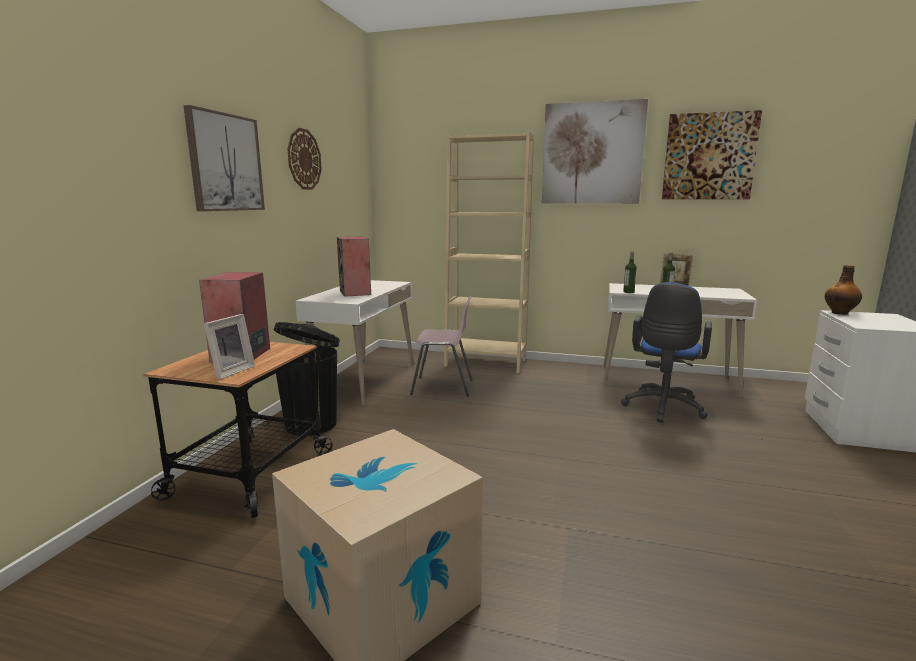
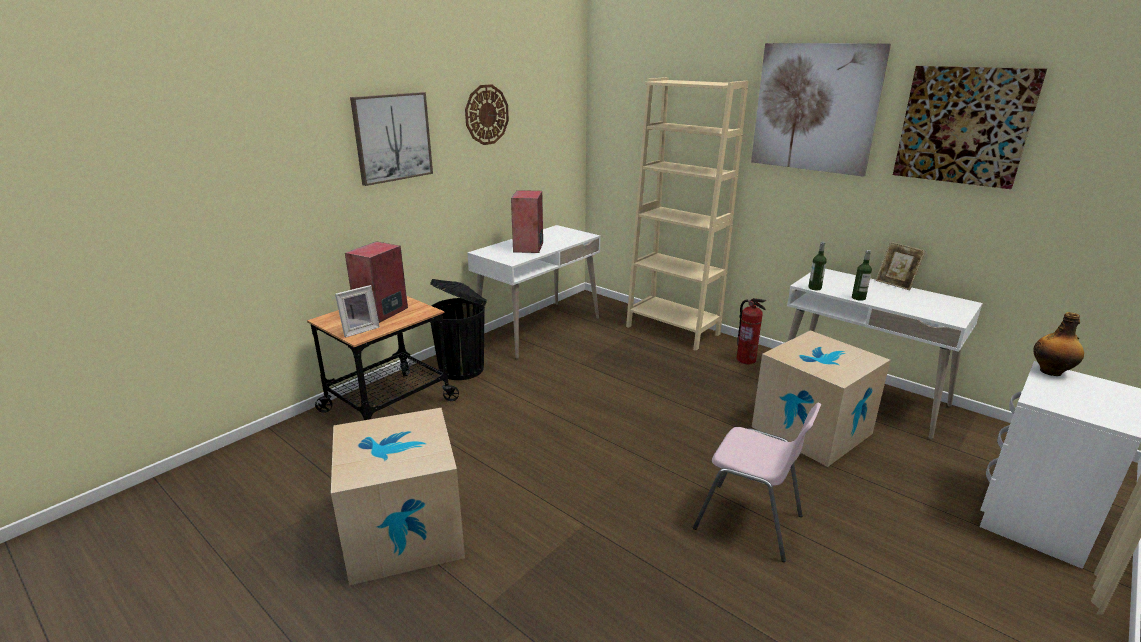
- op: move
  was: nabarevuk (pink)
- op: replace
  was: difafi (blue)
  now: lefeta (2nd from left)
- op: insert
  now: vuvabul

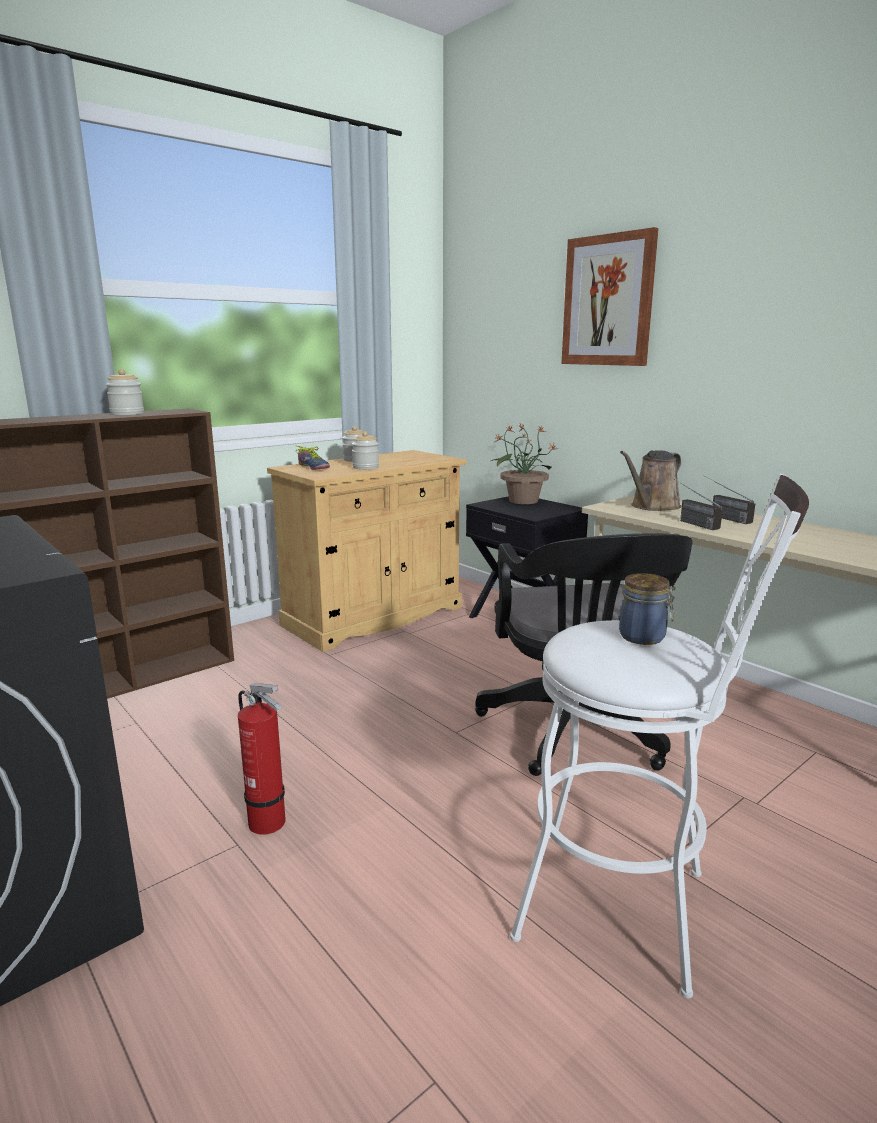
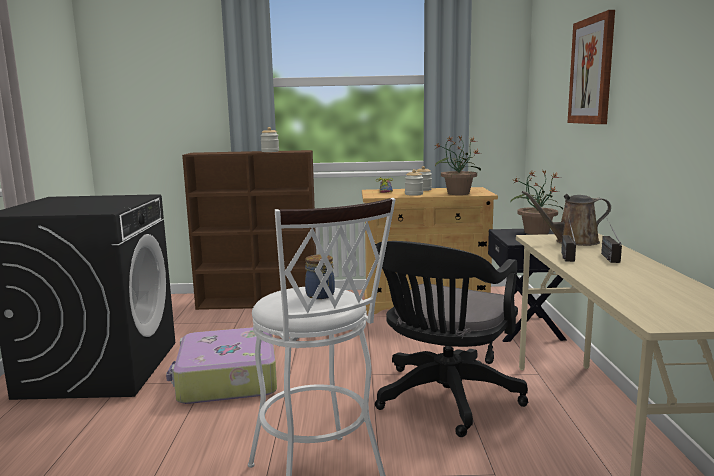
- op: replace
  was: vuvabul
  now: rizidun
- op: insert
  now: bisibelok (1st from left)

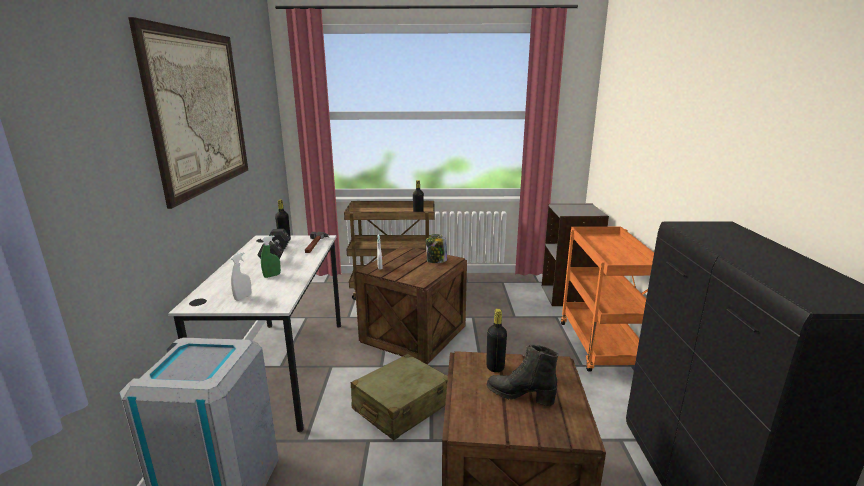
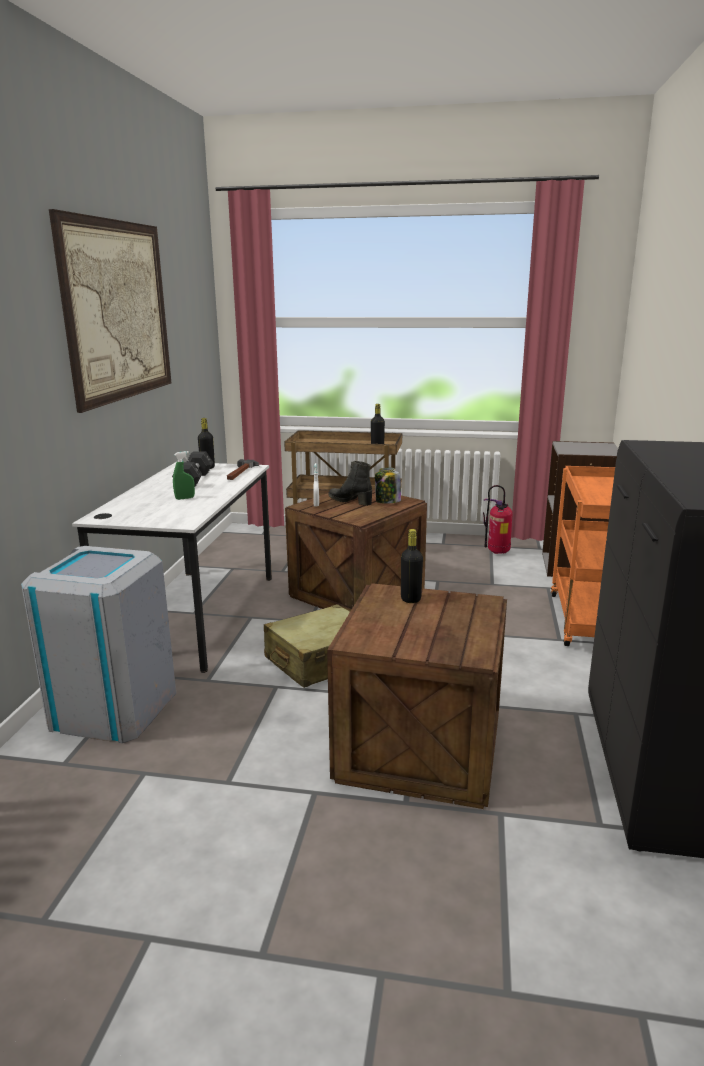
- op: delete
  was: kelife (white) (1st from left)
- op: move
  was: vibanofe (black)
- op: insert
  now: vuvabul

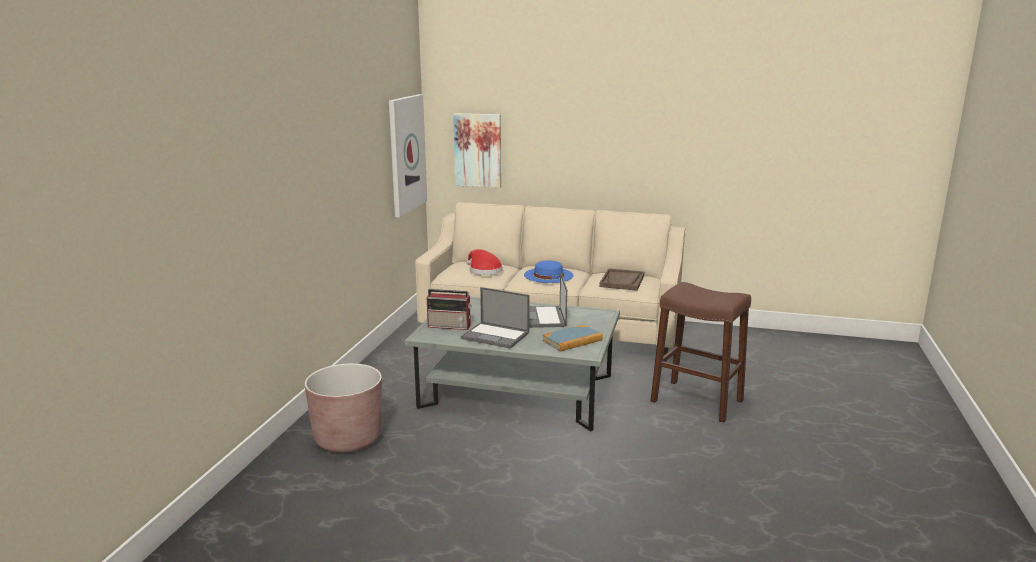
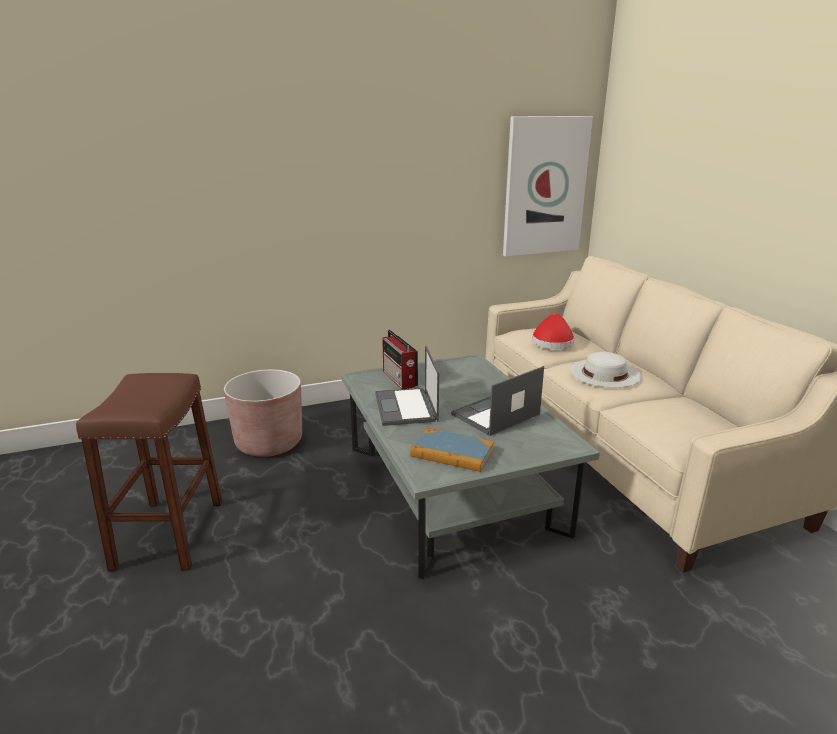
- op: delete
  was: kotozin (2nd from left)
- op: recolor
  was: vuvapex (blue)
  now: vuvapex (white)
- op: delete
  was: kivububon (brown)
- op: move
  was: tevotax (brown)

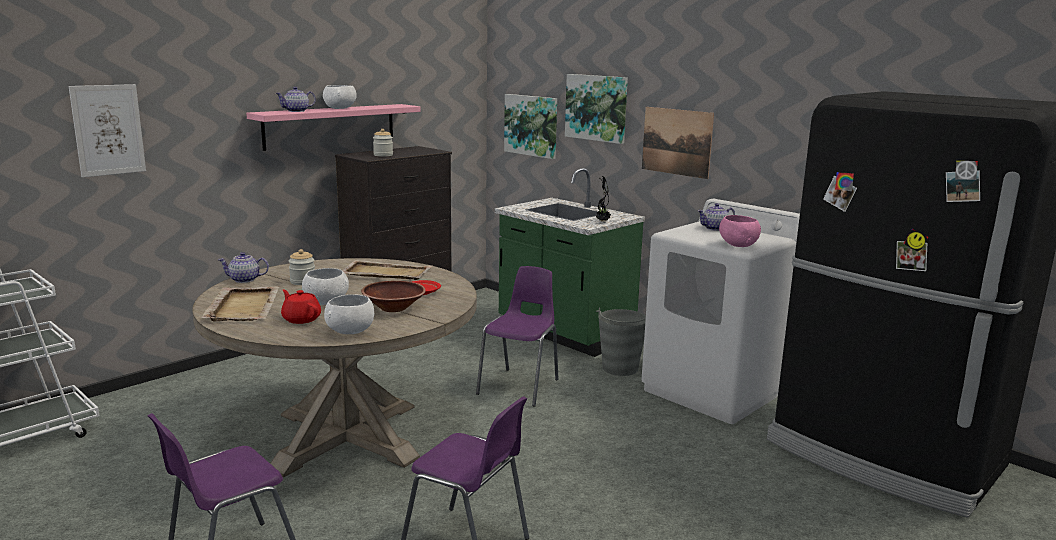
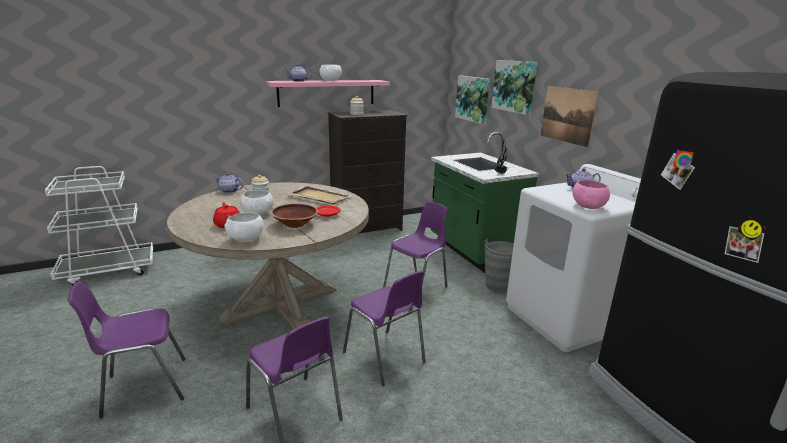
- op: delete
  was: kotozin (1st from left)
- op: delete
  was: kivububon (beige) (1st from left)
- op: insert
  now: nabarevuk (purple) (3rd from left)

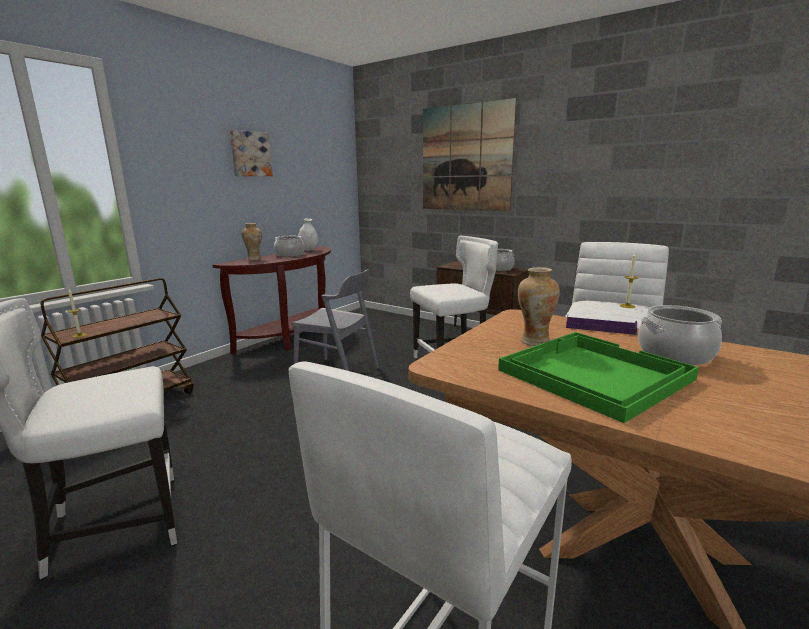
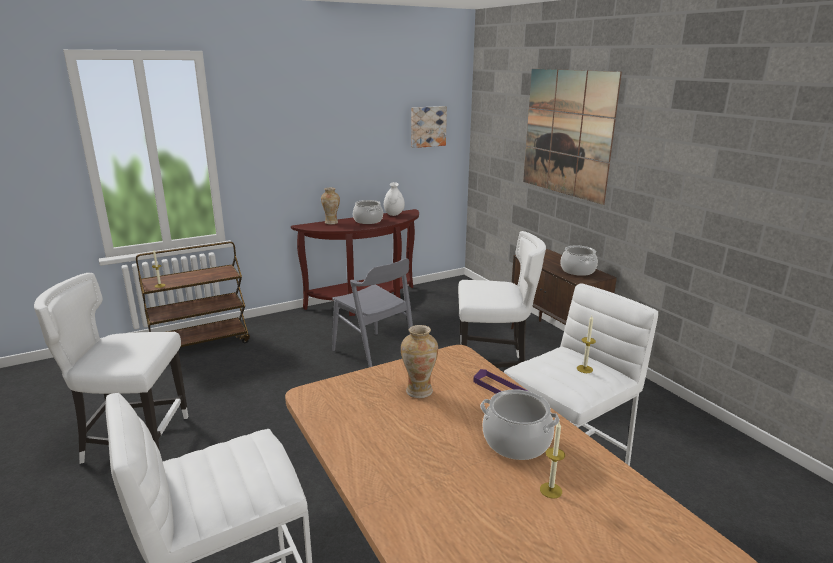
- op: move
  was: kotozin (1st from left)
- op: delete
  was: kivububon (green)
- op: insert
  now: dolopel (2nd from left)

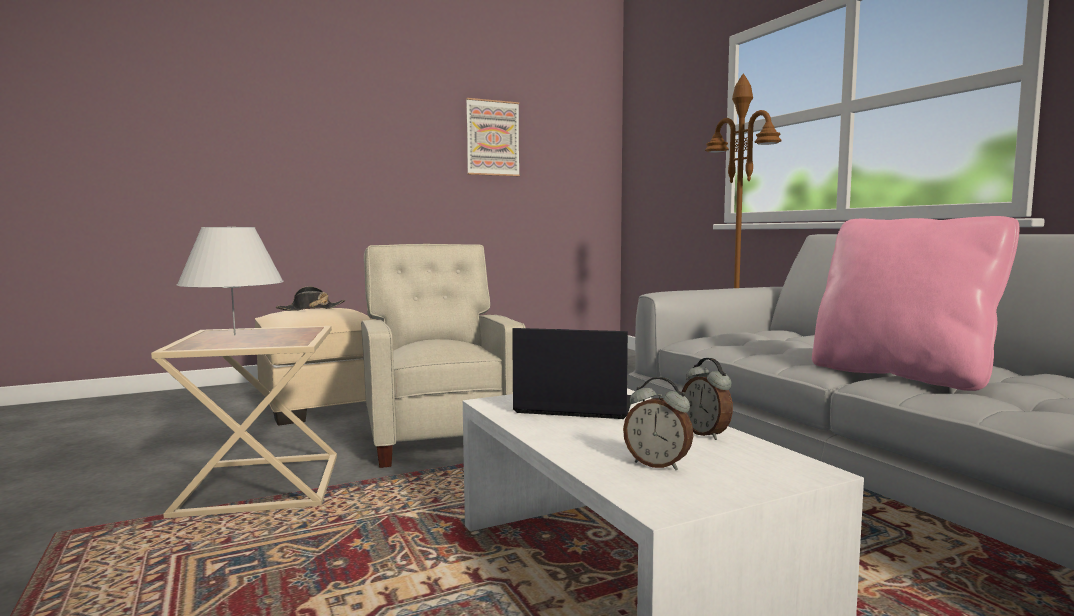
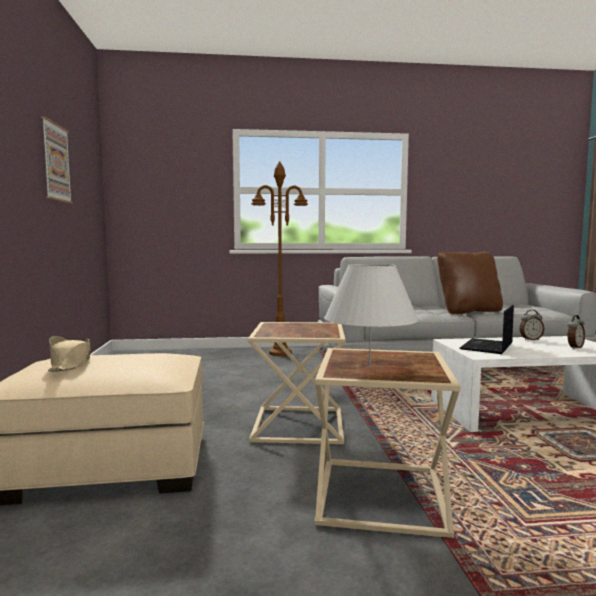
- op: recolor
  was: vuvapex (black)
  now: vuvapex (beige)
- op: replace
  was: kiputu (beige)
  now: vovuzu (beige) (1st from left)
- op: recolor
  was: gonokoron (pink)
  now: gonokoron (brown)

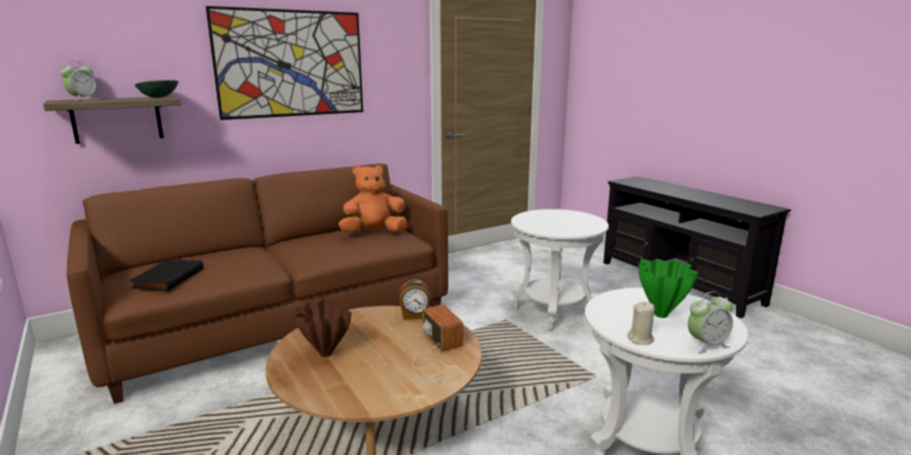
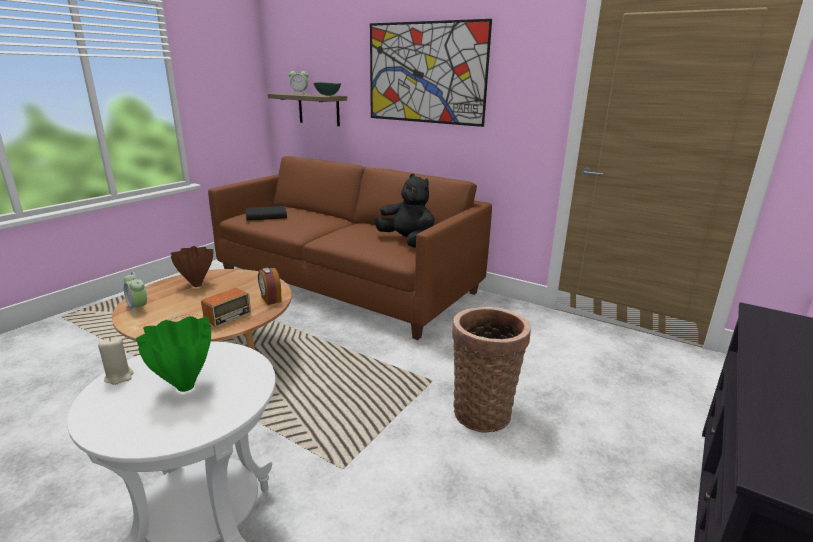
- op: recolor
  was: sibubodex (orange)
  now: sibubodex (black)
- op: replace
  was: vovuzu (white) (1st from left)
  now: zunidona
- op: move
  was: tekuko (3rd from left in the first image)
  now: tekuko (1st from left)

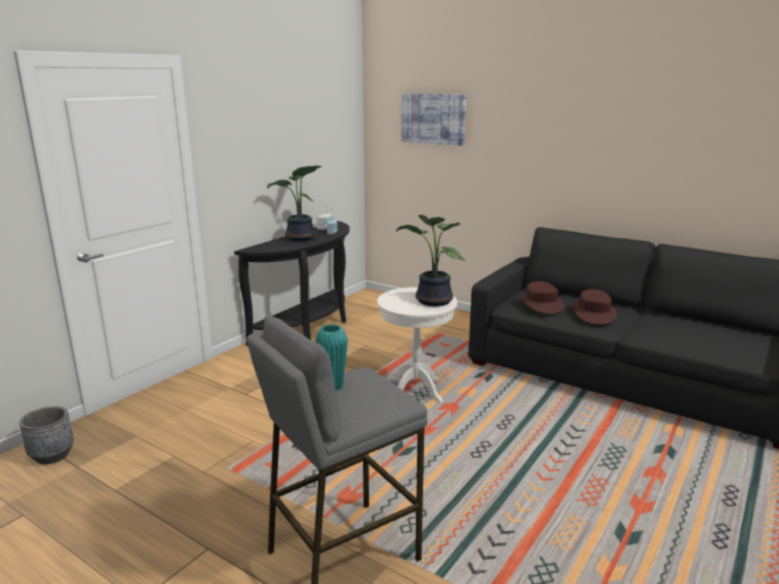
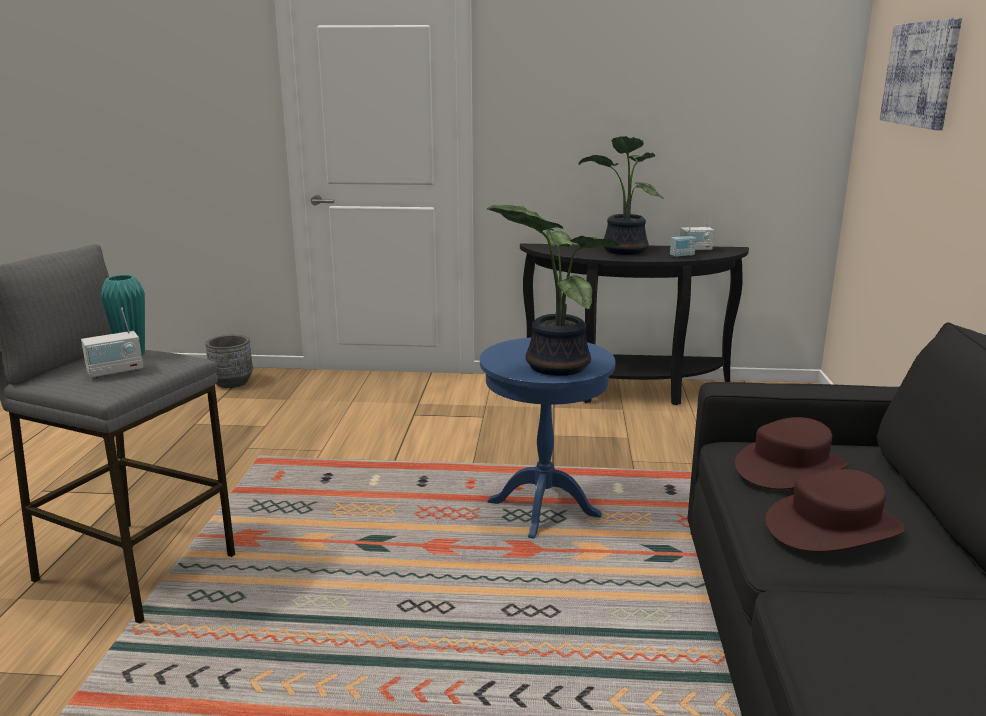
- op: recolor
  was: vovuzu (white)
  now: vovuzu (blue)
- op: insert
  now: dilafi (1st from left)

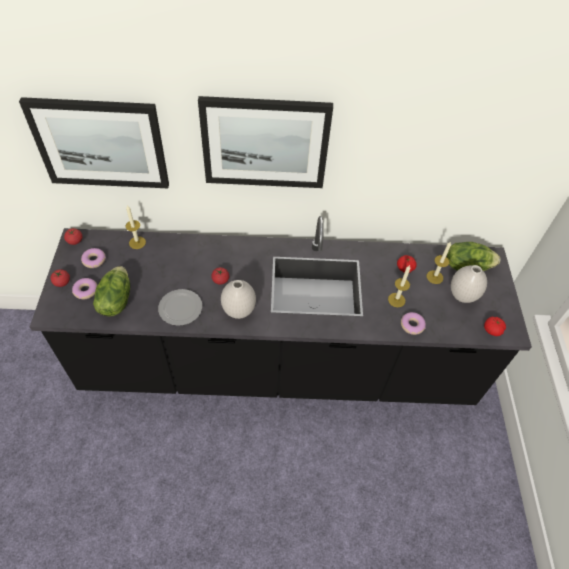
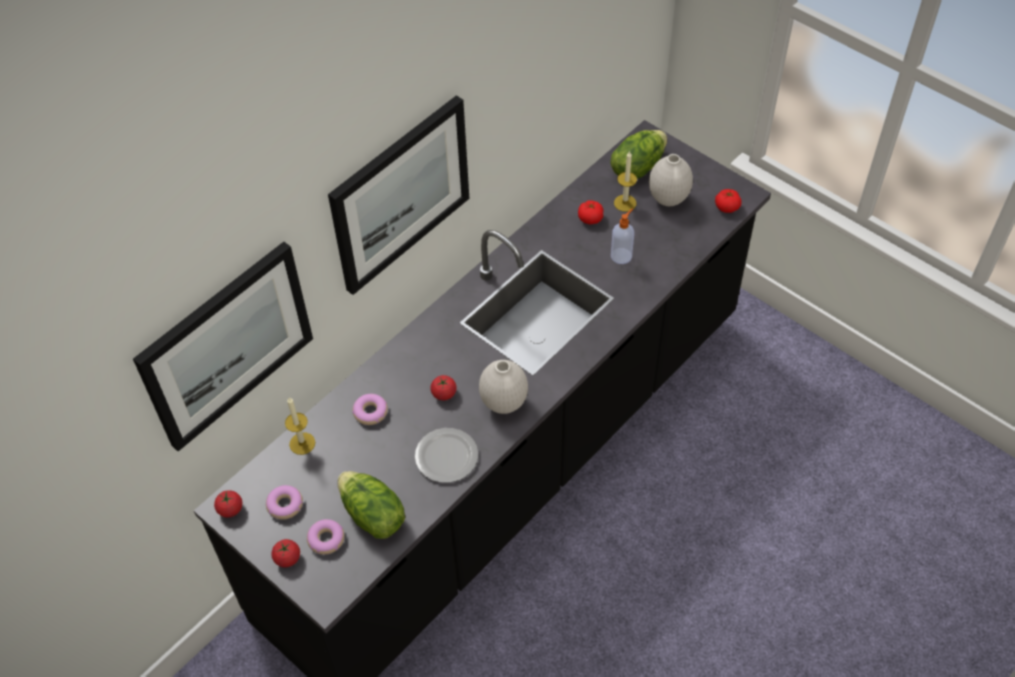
- op: replace
  was: dolopel (2nd from left)
  now: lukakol
- op: move
  was: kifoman (3rd from left)

